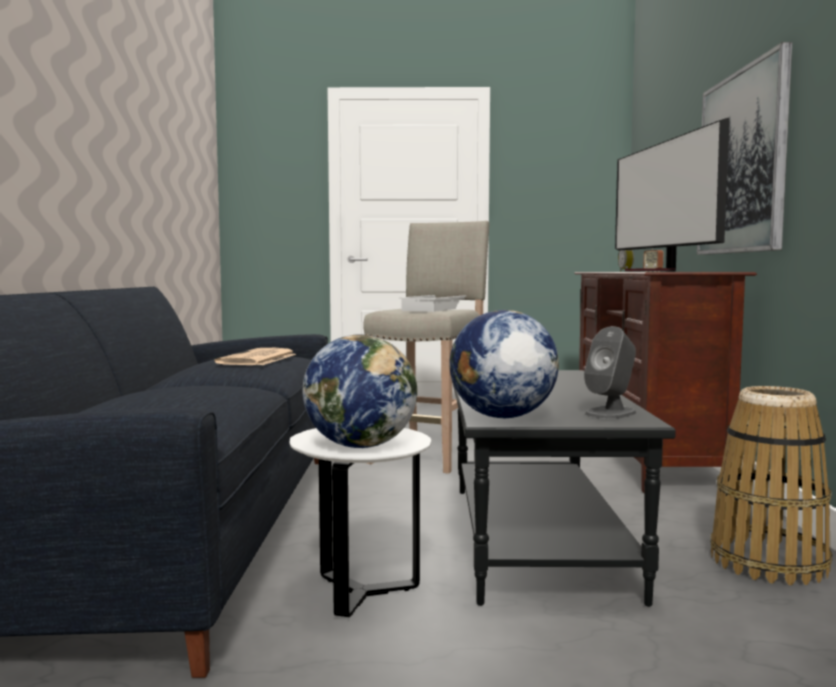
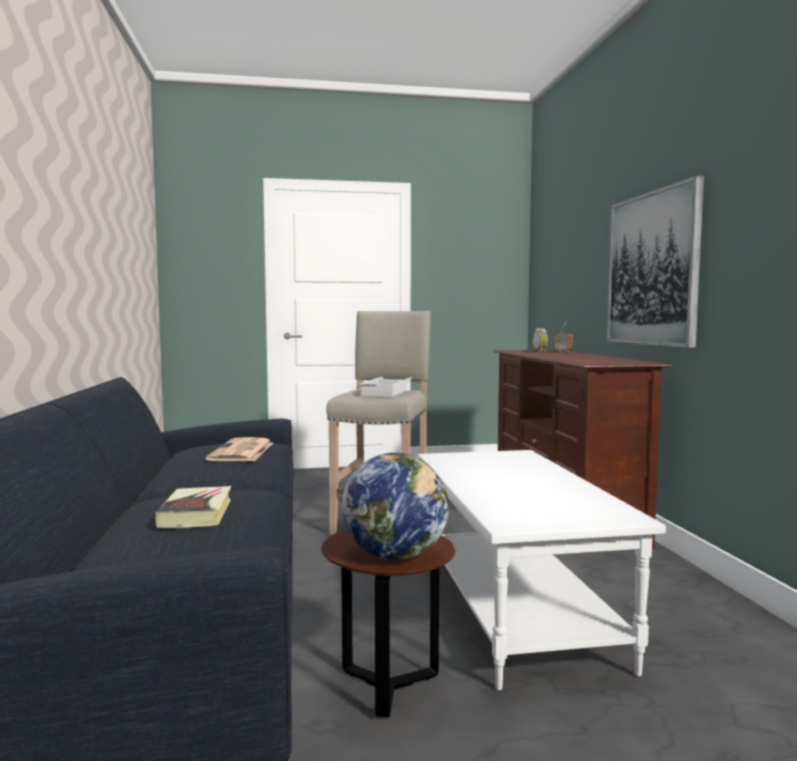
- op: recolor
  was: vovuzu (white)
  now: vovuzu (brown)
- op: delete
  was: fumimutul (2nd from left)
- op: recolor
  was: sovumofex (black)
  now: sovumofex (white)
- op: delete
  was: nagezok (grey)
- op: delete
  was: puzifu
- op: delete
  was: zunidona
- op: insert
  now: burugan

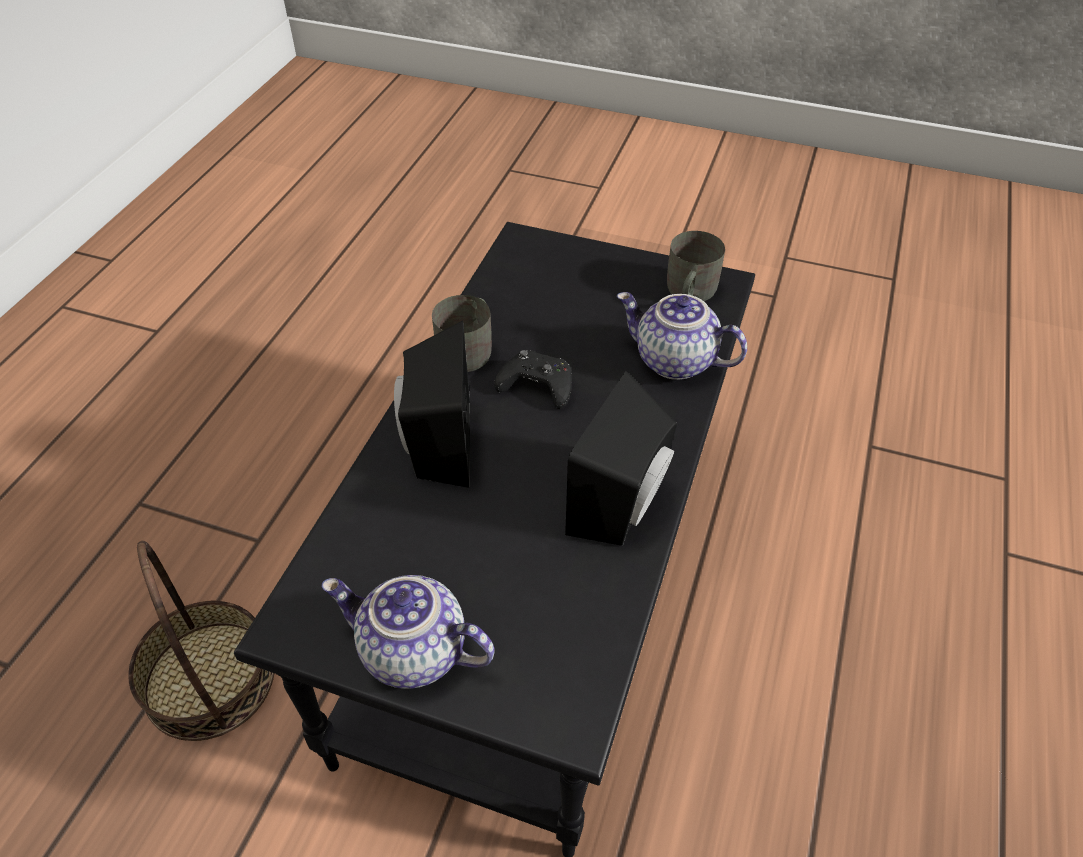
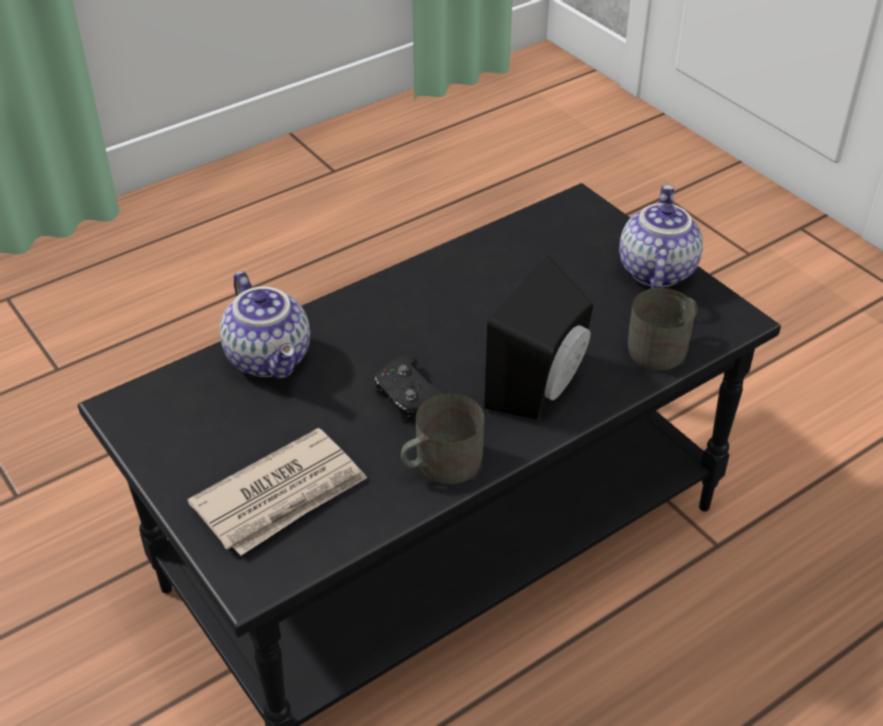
- op: delete
  was: zunidona
- op: rotate
  was: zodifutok (1st from left in the first image)
  clockwise: -135
- op: delete
  was: nagezok (black) (2nd from left)
- op: move
  was: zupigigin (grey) (2nd from left)
- op: insert
  now: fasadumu

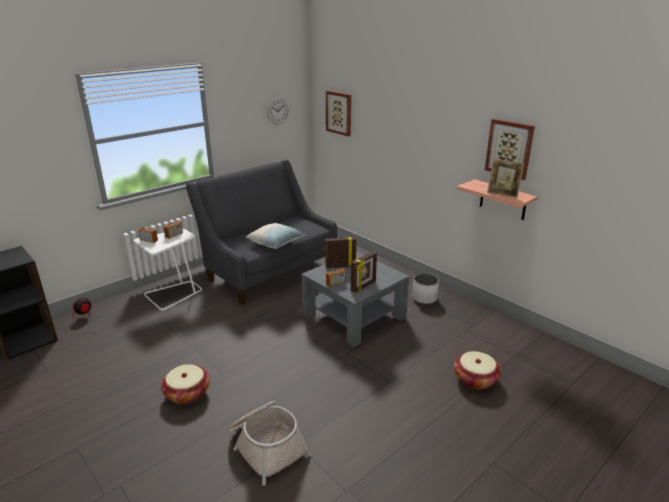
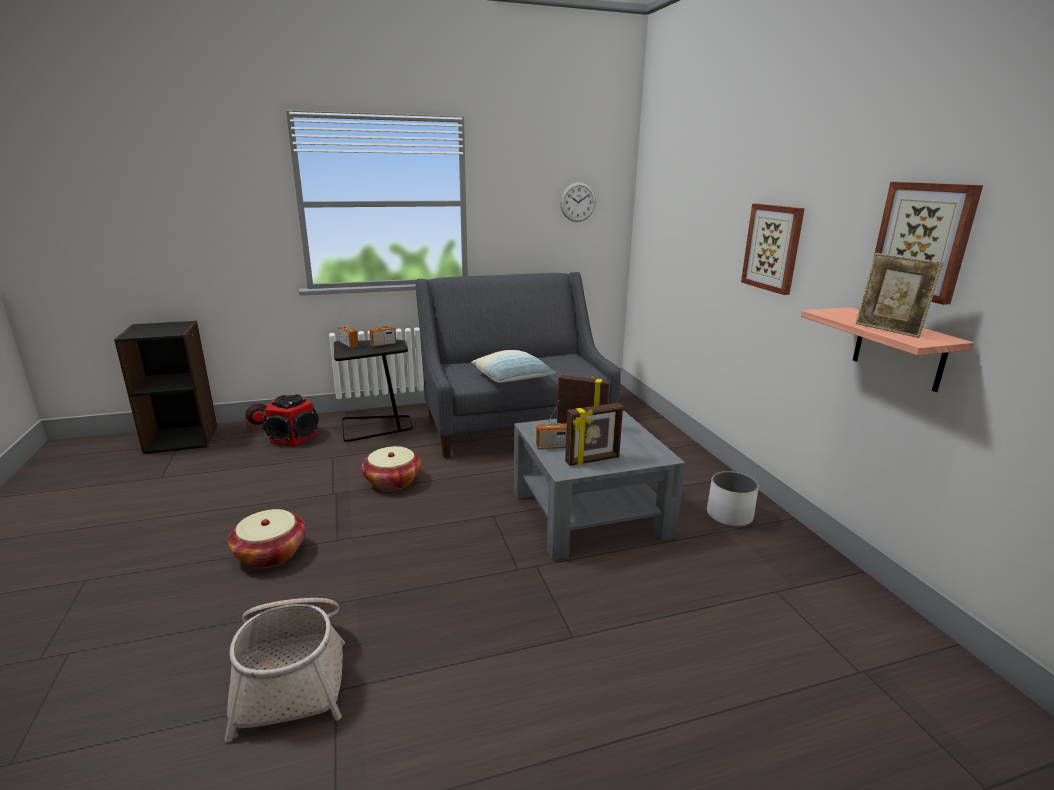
- op: recolor
  was: vovuzu (white)
  now: vovuzu (black)
- op: move
  was: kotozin (1st from left)
- op: move
  was: zunidona (3rd from left)
- op: insert
  now: nagezok

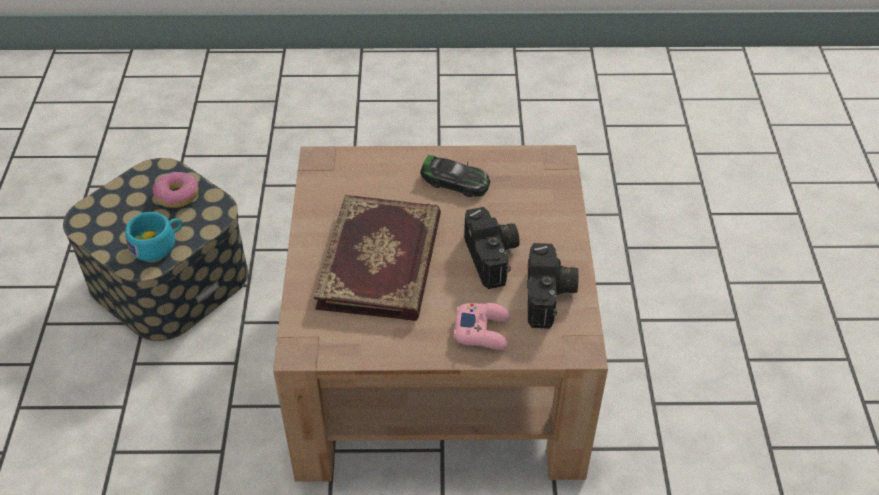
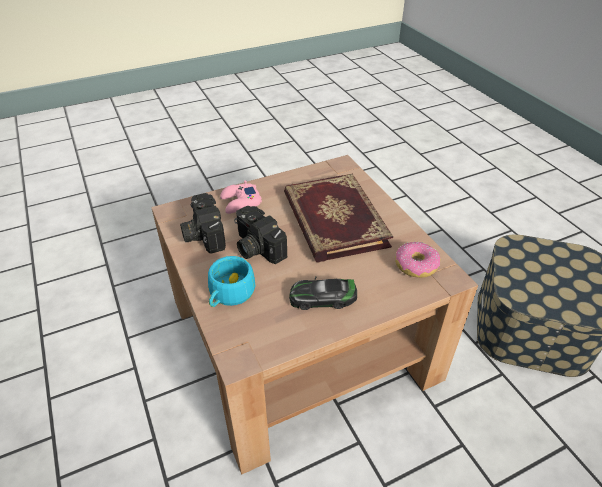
- op: move
  was: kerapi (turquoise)
- op: move
  was: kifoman

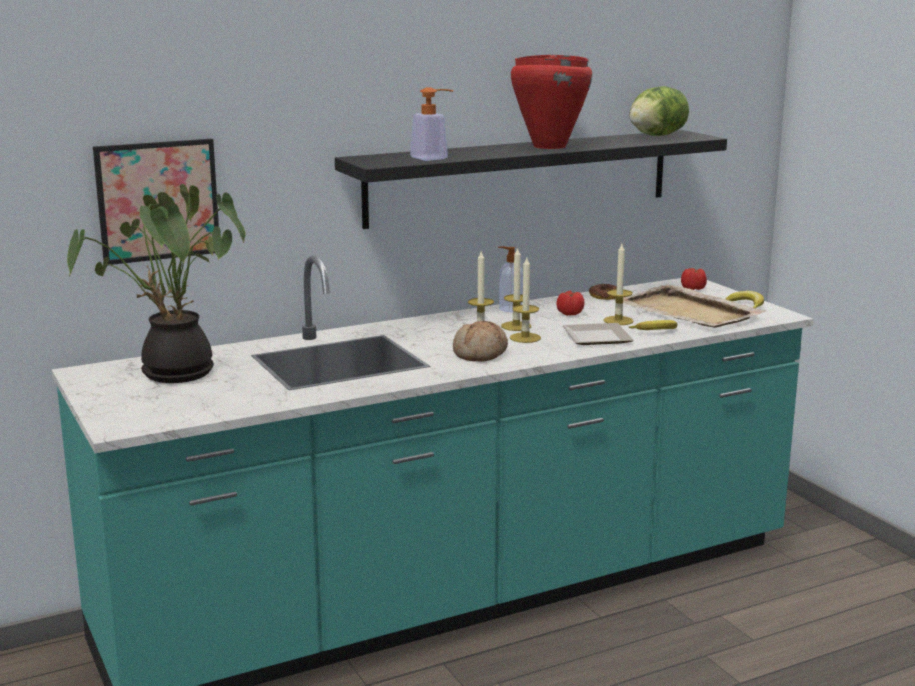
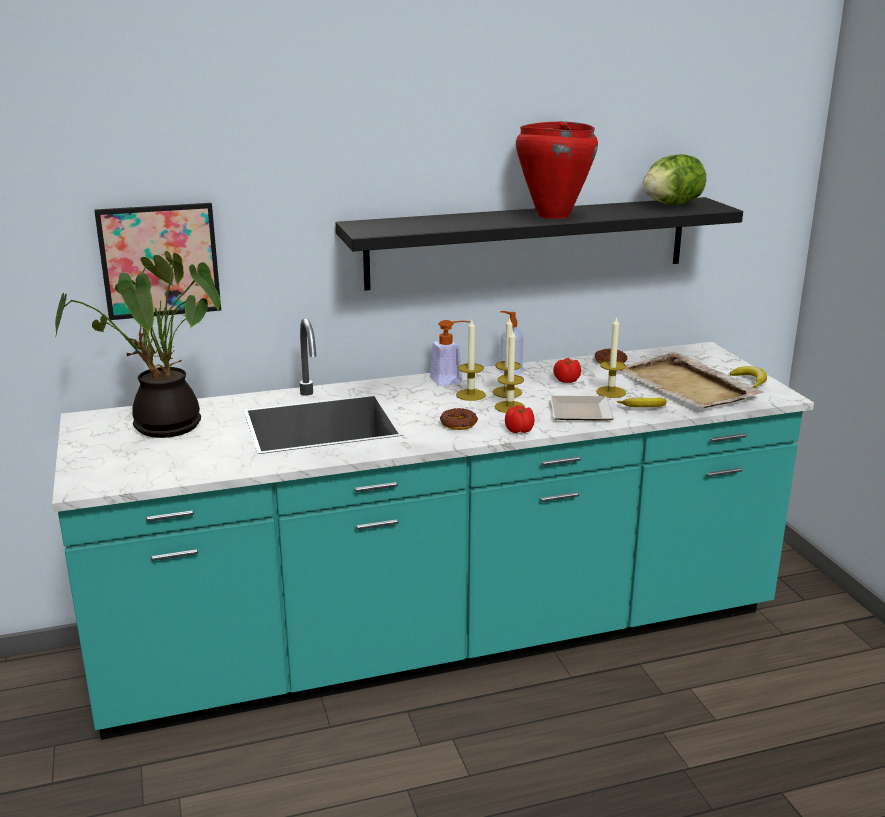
- op: move
  was: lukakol (1st from left)
- op: replace
  was: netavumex
  now: kifoman (1st from left)
- op: move
  was: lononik (2nd from left in the first image)
  now: lononik (1st from left)

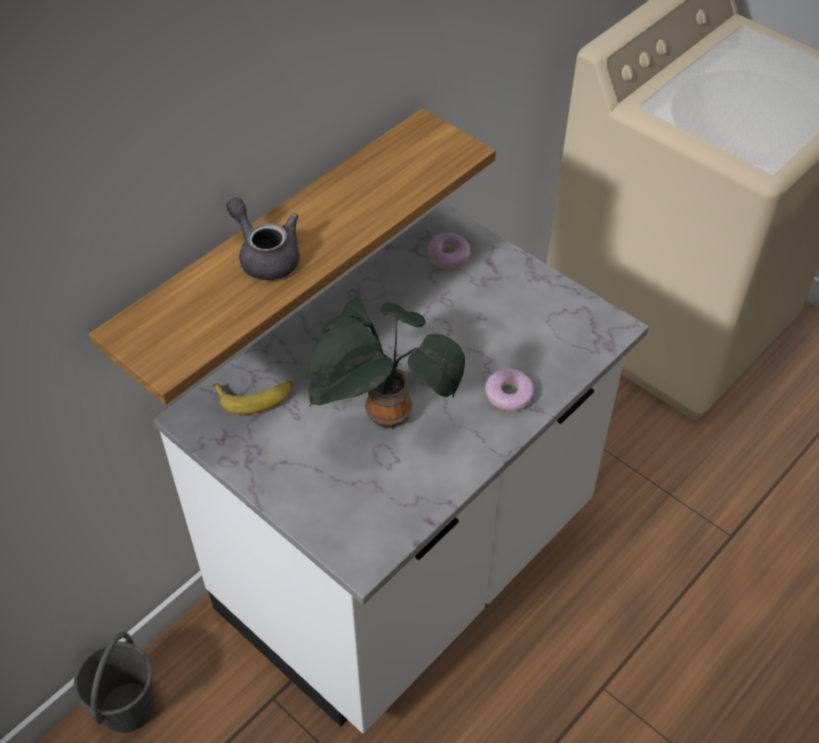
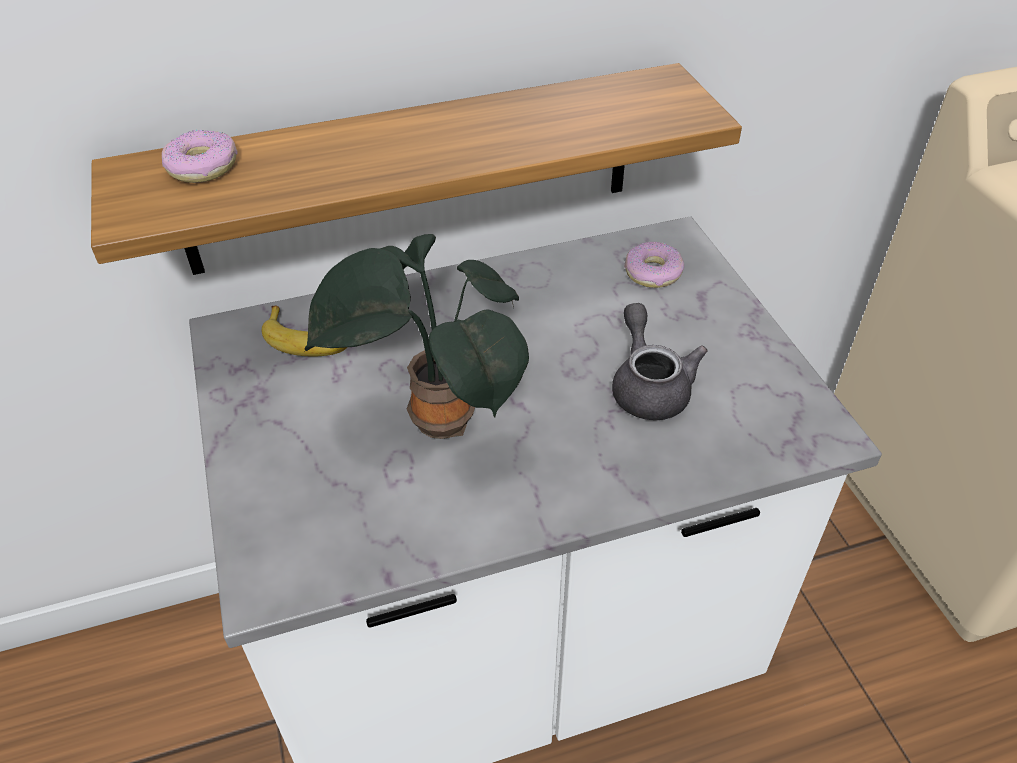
- op: delete
  was: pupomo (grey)
- op: move
  was: zodifutok (grey)
- op: move
  was: kifoman (2nd from left in the first image)
  now: kifoman (1st from left)

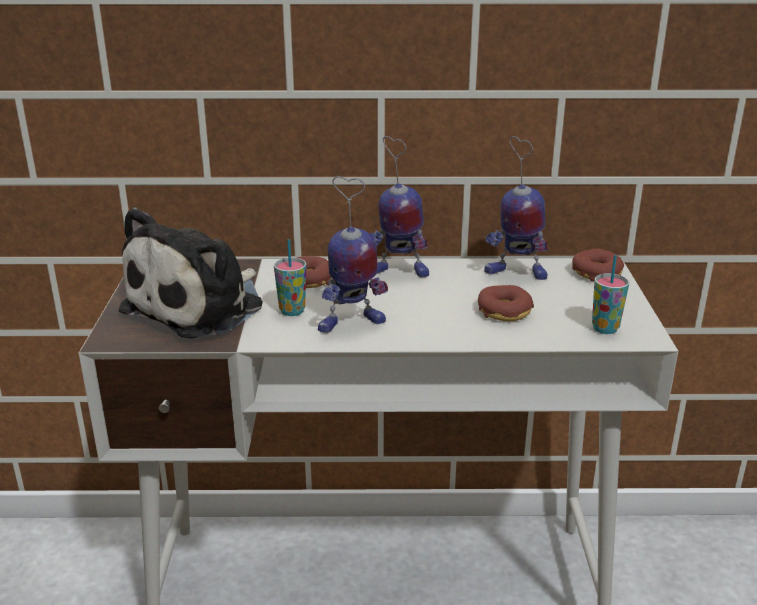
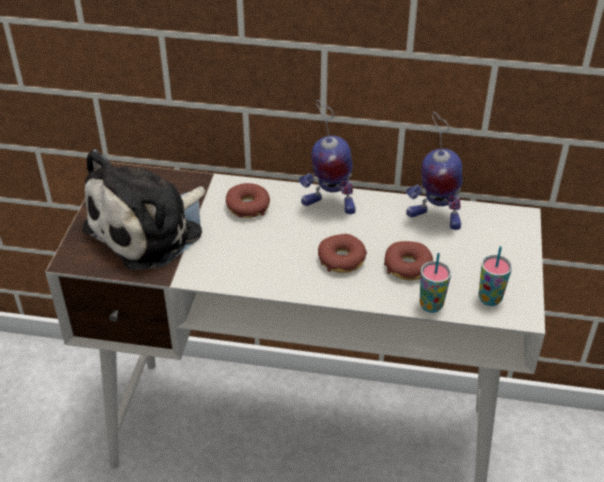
- op: move
  was: kerapi (1st from left)
- op: delete
  was: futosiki (1st from left)
- op: move
  was: kifoman (3rd from left in the first image)
  now: kifoman (2nd from left)

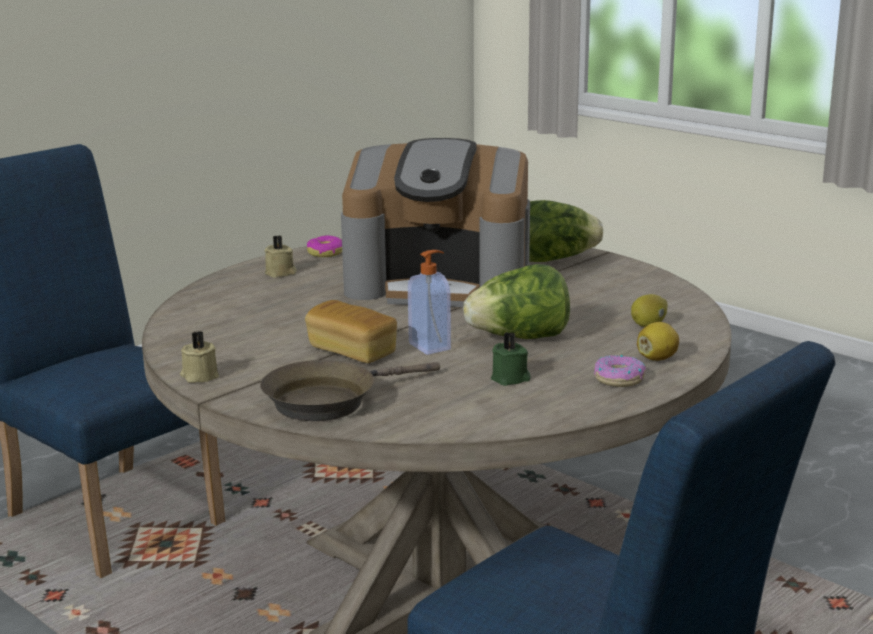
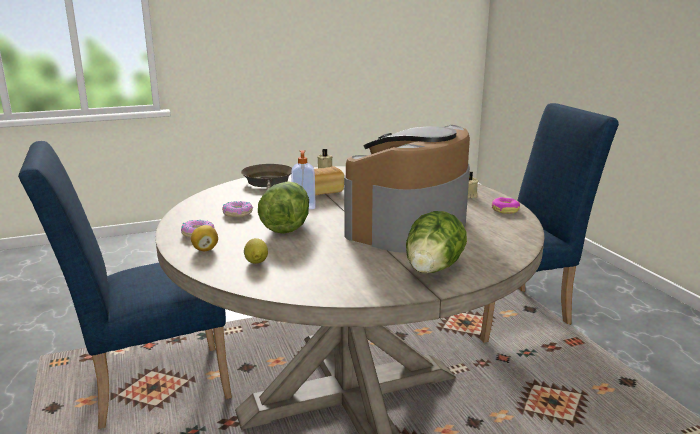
- op: replace
  was: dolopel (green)
  now: kifoman (2nd from left)

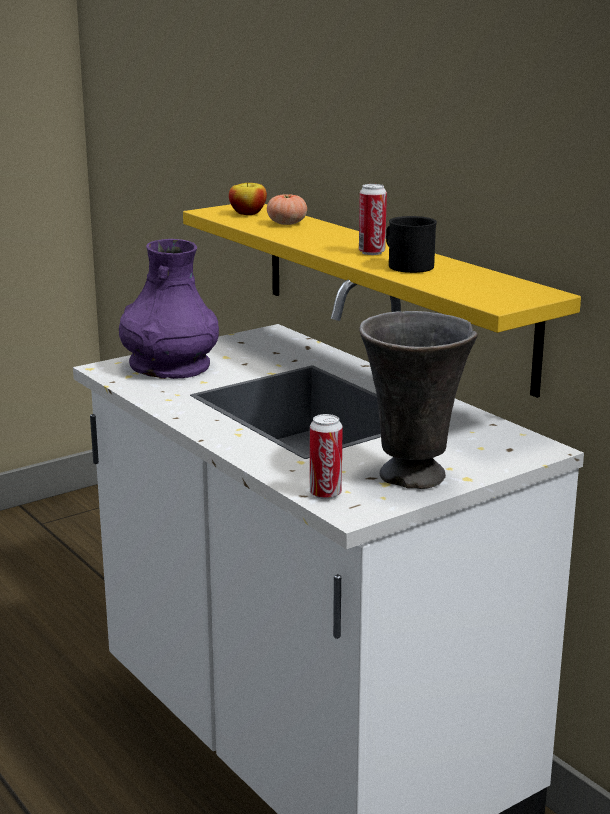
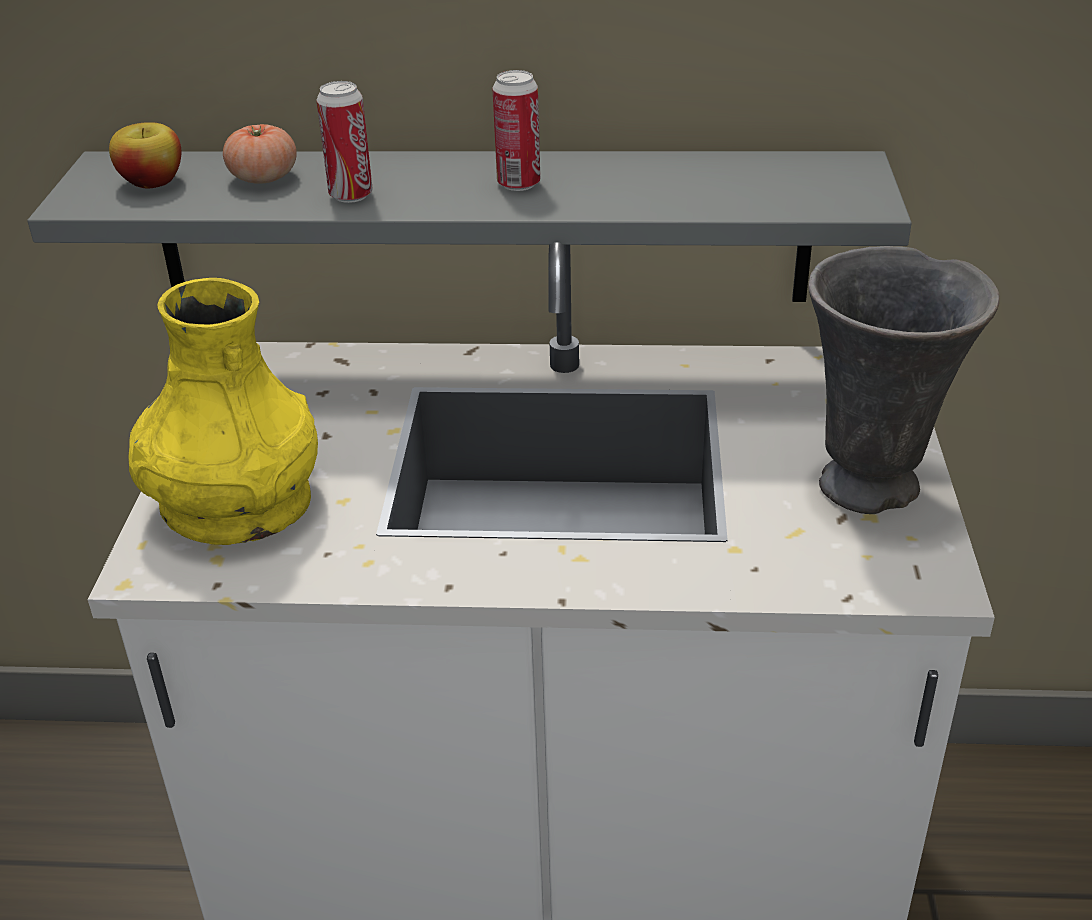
- op: recolor
  was: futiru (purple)
  now: futiru (yellow)
- op: recolor
  was: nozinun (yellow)
  now: nozinun (grey)
- op: move
  was: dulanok (1st from left)
- op: delete
  was: zupigigin (black)

